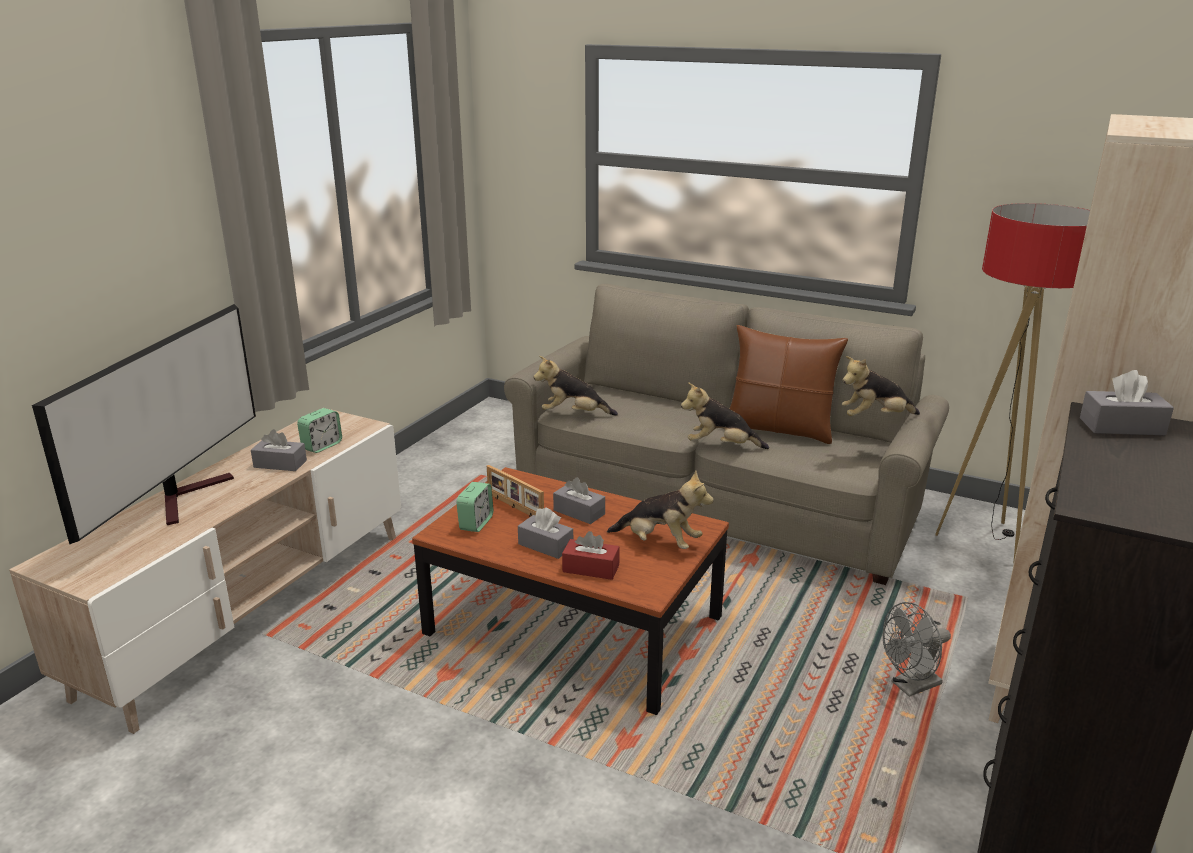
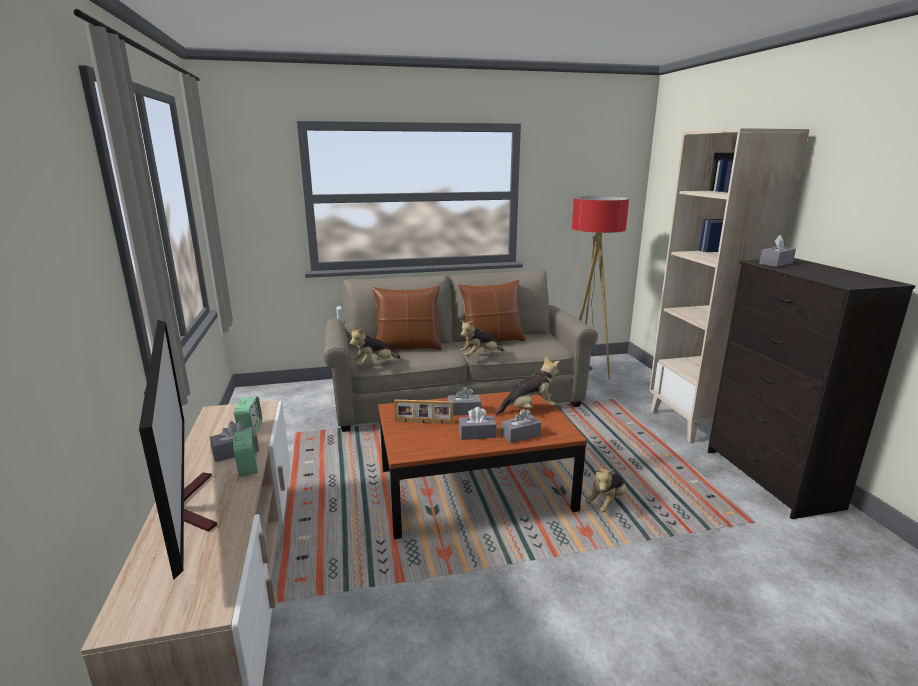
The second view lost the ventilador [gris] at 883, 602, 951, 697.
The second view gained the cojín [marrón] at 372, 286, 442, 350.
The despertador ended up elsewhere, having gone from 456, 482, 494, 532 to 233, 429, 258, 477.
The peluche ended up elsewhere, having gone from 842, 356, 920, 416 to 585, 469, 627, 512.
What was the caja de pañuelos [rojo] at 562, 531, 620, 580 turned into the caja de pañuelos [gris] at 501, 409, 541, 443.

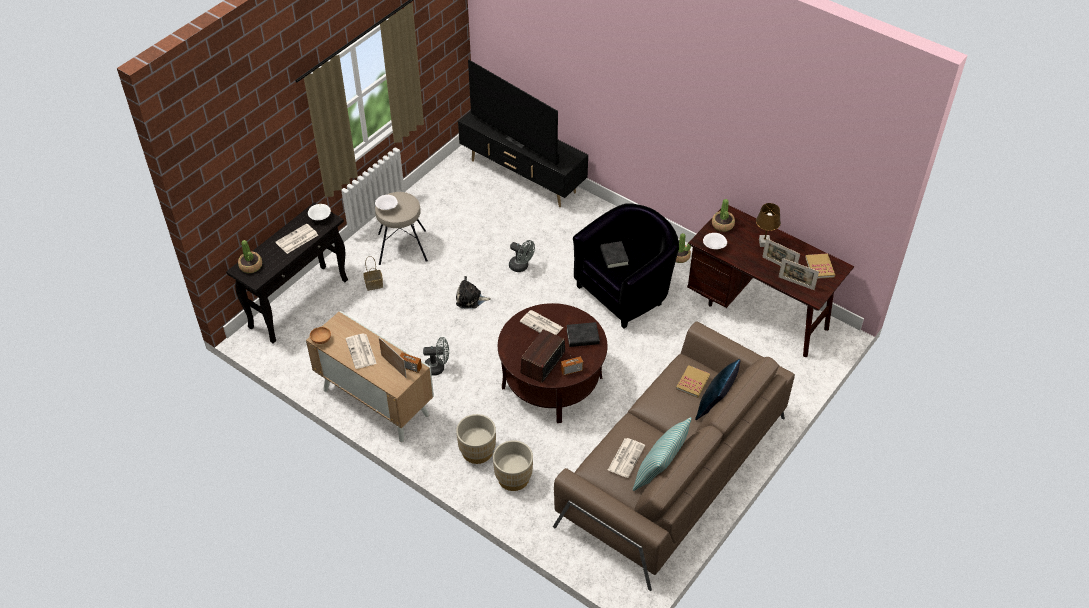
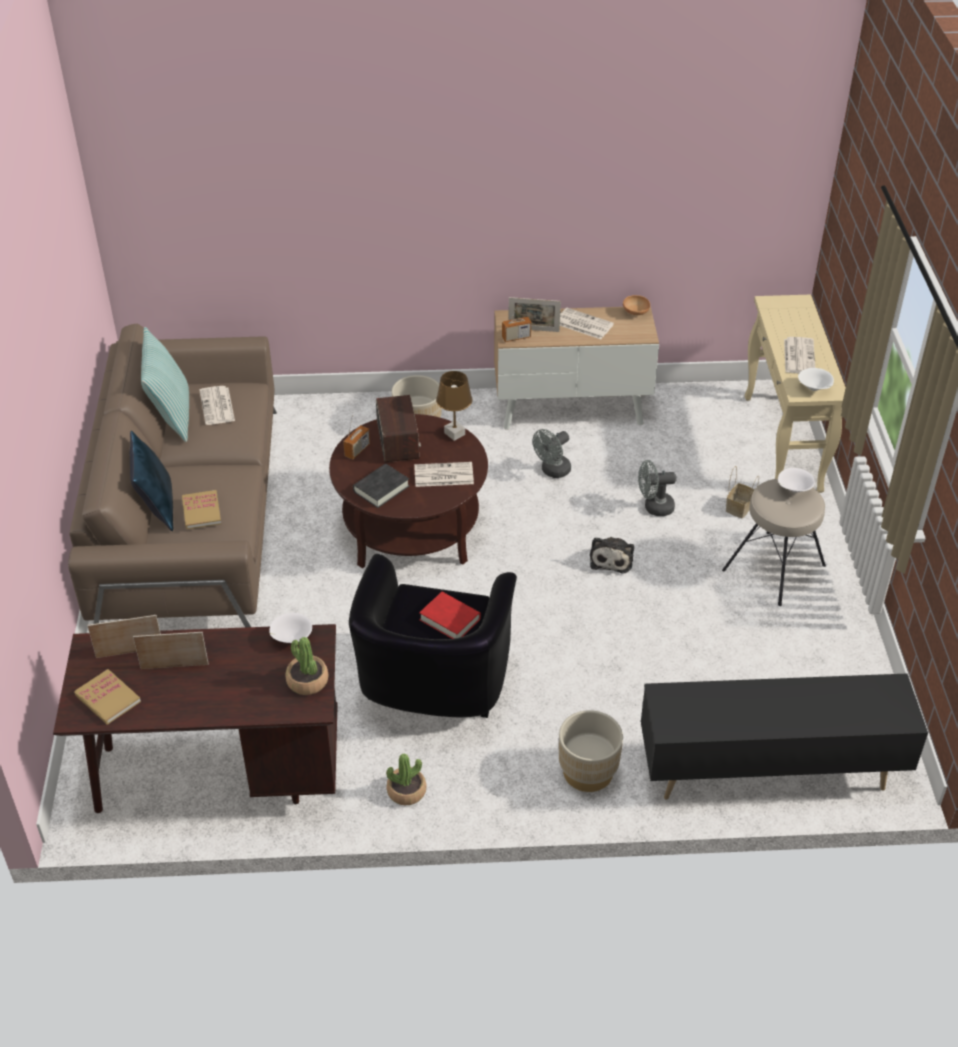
The second view lost the planta en maceta at 238, 240, 262, 273.
The second view lost the televisor at 468, 59, 559, 165.
The maceta [beis] ended up elsewhere, having gone from 493, 440, 533, 491 to 559, 710, 623, 792.
The ventilador [gris] ended up elsewhere, having gone from 509, 240, 535, 272 to 638, 460, 676, 516.
The lámpara de mesa [marrón] ended up elsewhere, having gone from 756, 203, 781, 247 to 436, 371, 472, 441.
What was the mesa consola [negro] at 226, 202, 348, 344 turned into the mesa consola [beis] at 745, 295, 846, 493.
What was the libro [negro] at 600, 241, 629, 269 turned into the libro [rojo] at 419, 592, 481, 639.
The peluche at 456, 276, 491, 309 ended up facing another way, 135 degrees clockwise from before.

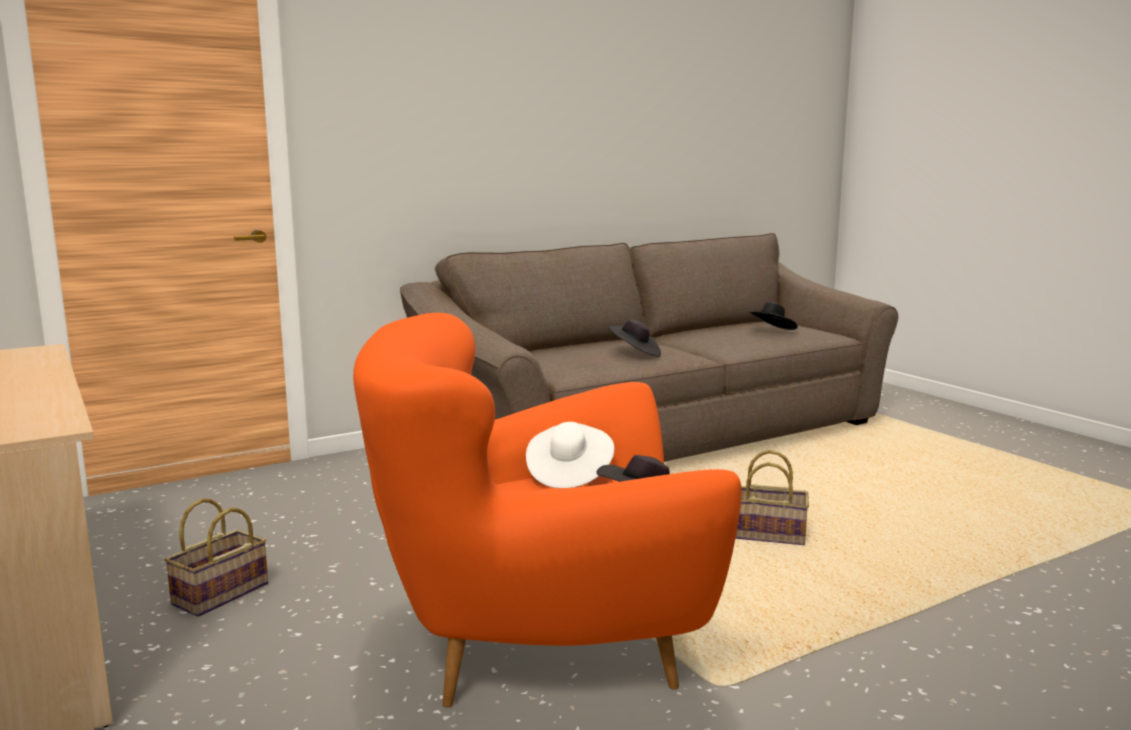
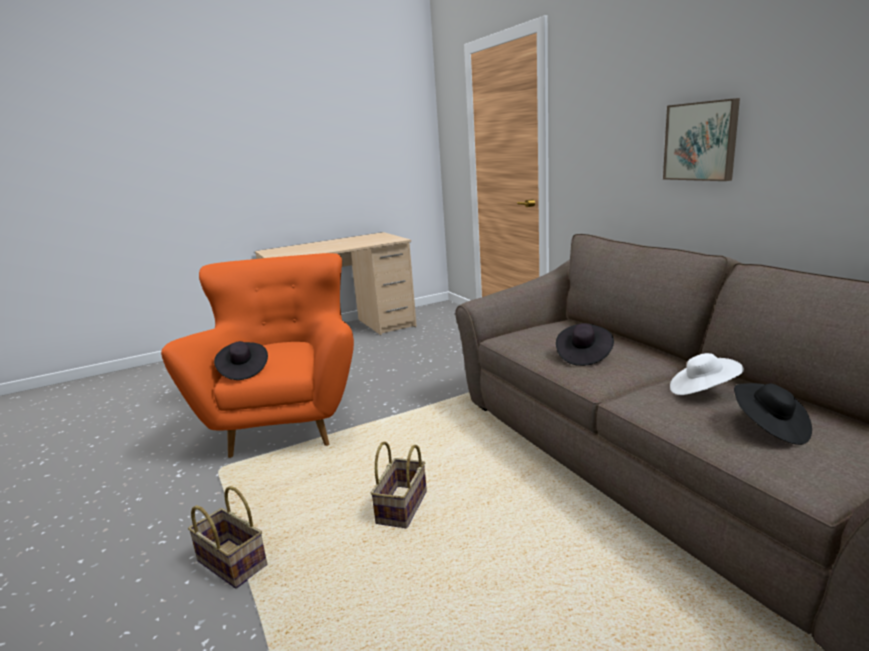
The second view gained the cuadro at 663, 98, 740, 181.
The cesta ended up elsewhere, having gone from 164, 498, 268, 617 to 188, 486, 267, 589.
The sombrero [blanco] ended up elsewhere, having gone from 526, 422, 614, 488 to 670, 353, 744, 395.

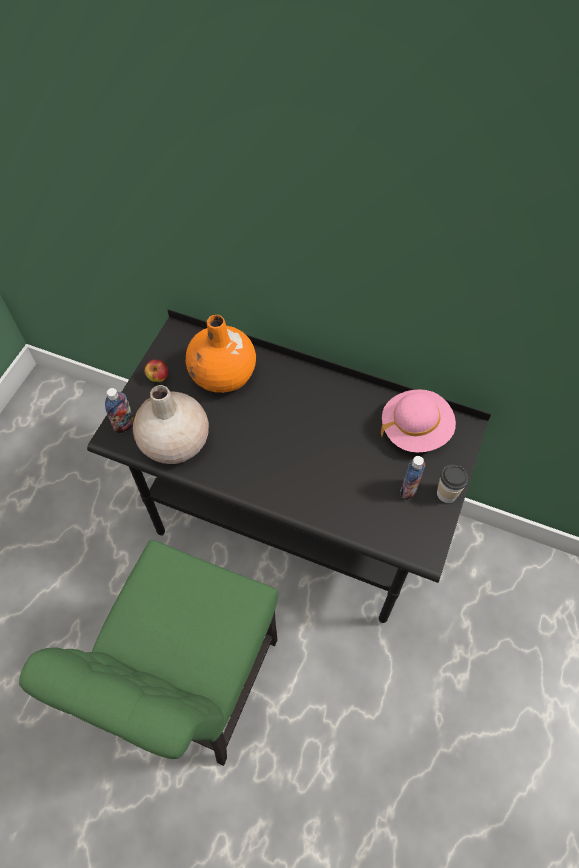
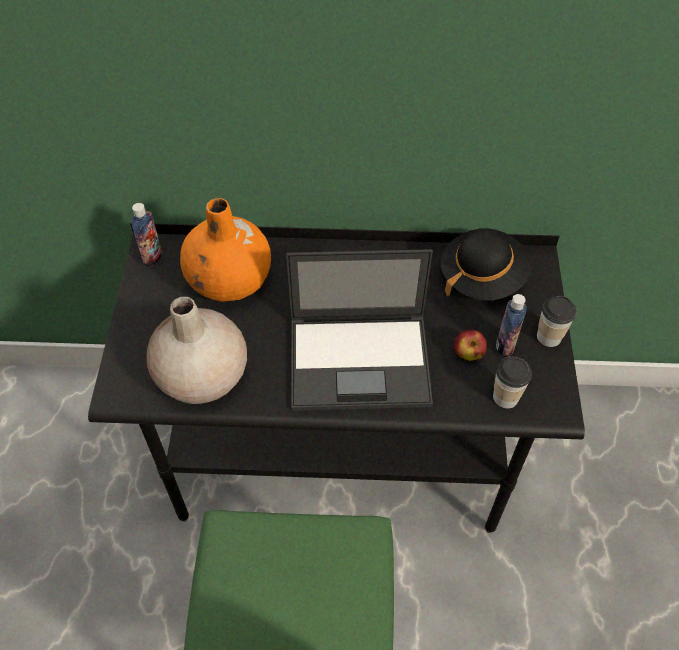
The second view gained the portátil at 286, 249, 433, 411.
The second view gained the taza at 493, 356, 532, 409.
The botella ended up elsewhere, having gone from 105, 388, 134, 434 to 131, 203, 162, 266.
The manzana ended up elsewhere, having gone from 144, 359, 168, 382 to 454, 330, 487, 361.
What was the sombrero [rosa] at 381, 389, 456, 452 turned into the sombrero [negro] at 440, 228, 532, 301.

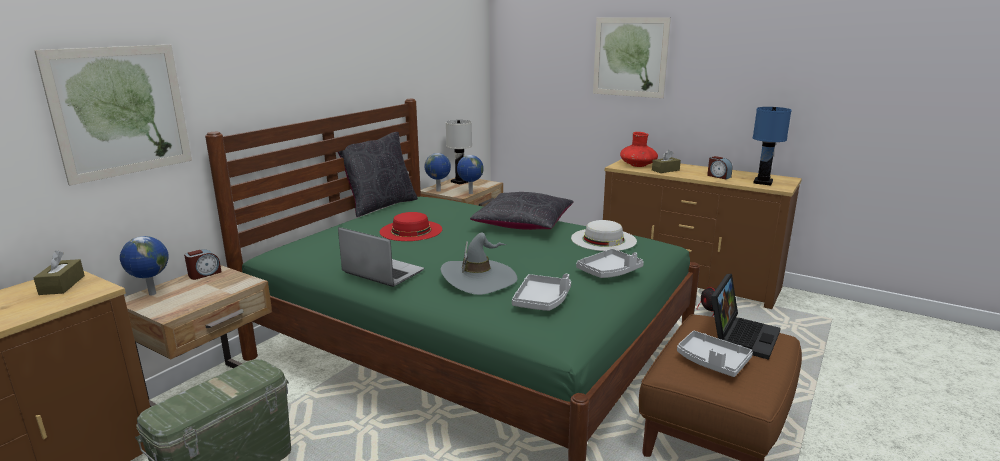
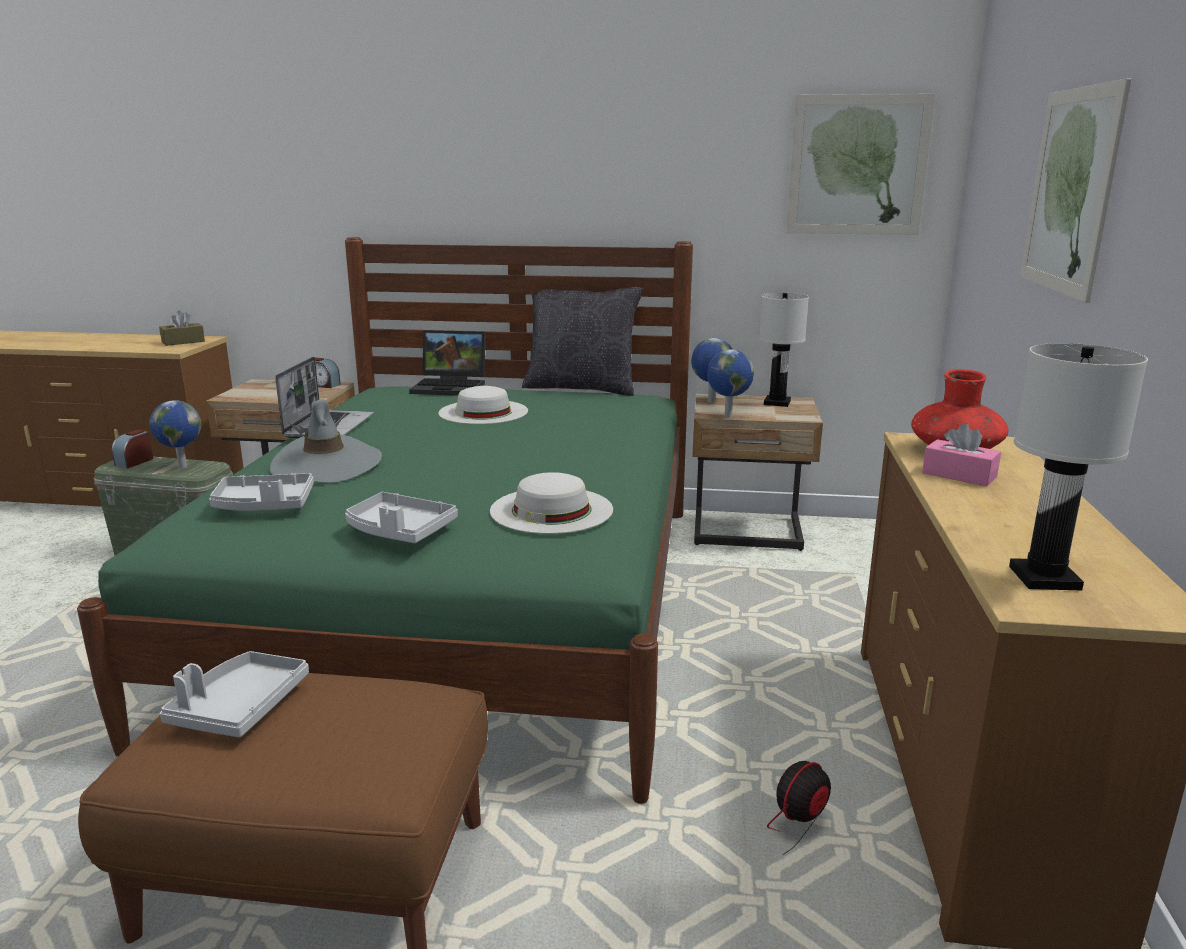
The second view lost the cojín [negro] at 470, 192, 574, 230.
The cuadro ended up elsewhere, having gone from 35, 45, 192, 185 to 786, 94, 935, 235.
The globo terráqueo ended up elsewhere, having gone from 120, 236, 169, 295 to 150, 400, 202, 468.
The despertador ended up elsewhere, having gone from 707, 156, 733, 179 to 112, 430, 153, 468.
The portátil ended up elsewhere, having gone from 711, 274, 781, 360 to 409, 330, 486, 396.
What was the sombrero [rojo] at 380, 212, 442, 241 turned into the sombrero [blanco] at 438, 386, 528, 424.
What was the caja de pañuelos [marrón] at 652, 150, 681, 173 turned into the caja de pañuelos [rosa] at 922, 423, 1001, 487.
What was the lámpara de mesa [azul] at 753, 107, 792, 185 turned into the lámpara de mesa [blanco] at 1009, 343, 1148, 590.

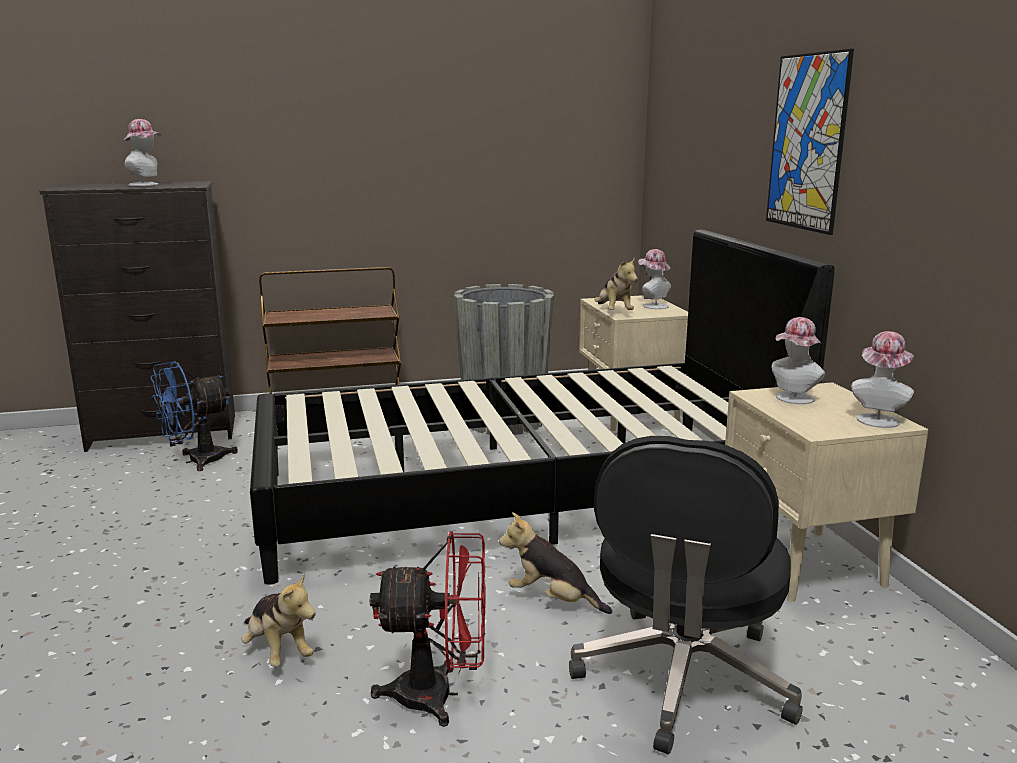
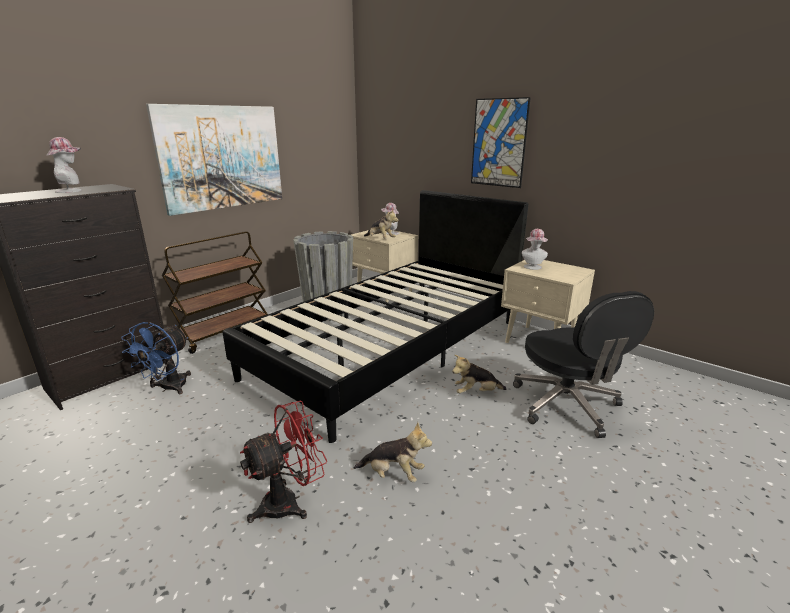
The second view lost the sombrero at 852, 331, 914, 428.
The second view gained the cuadro at 146, 104, 282, 216.
The ventilador [rojo] ended up elsewhere, having gone from 370, 531, 486, 727 to 240, 401, 327, 523.

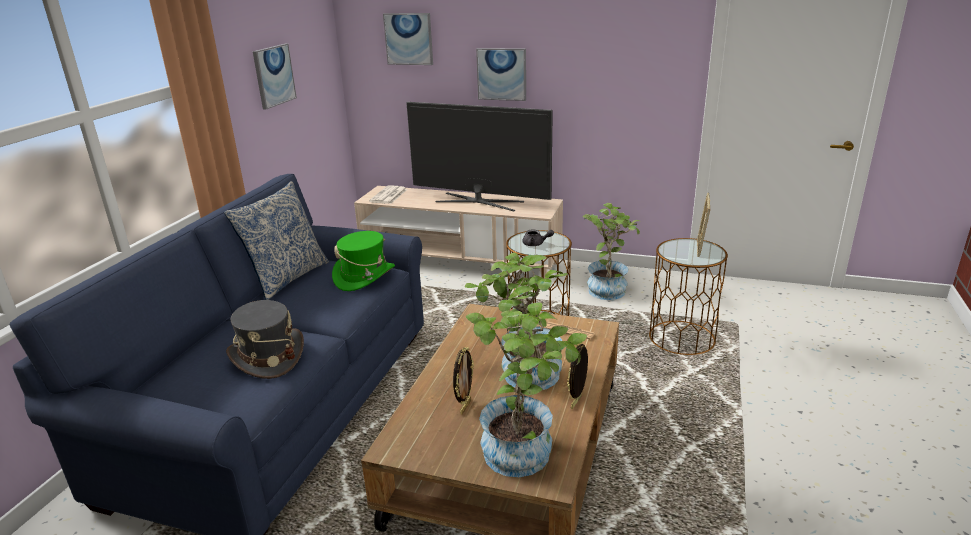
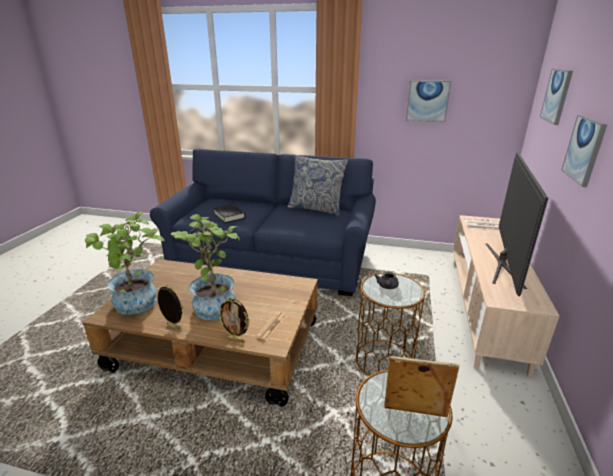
The second view lost the sombrero [verde] at 332, 231, 395, 291.
The second view lost the planta en maceta at 583, 203, 640, 300.
The portarretratos ended up elsewhere, having gone from 453, 347, 474, 415 to 217, 298, 250, 343.
Where the sombrero [gris] stood at 226, 300, 304, 379, the libro [negro] came to stand at 213, 204, 245, 223.

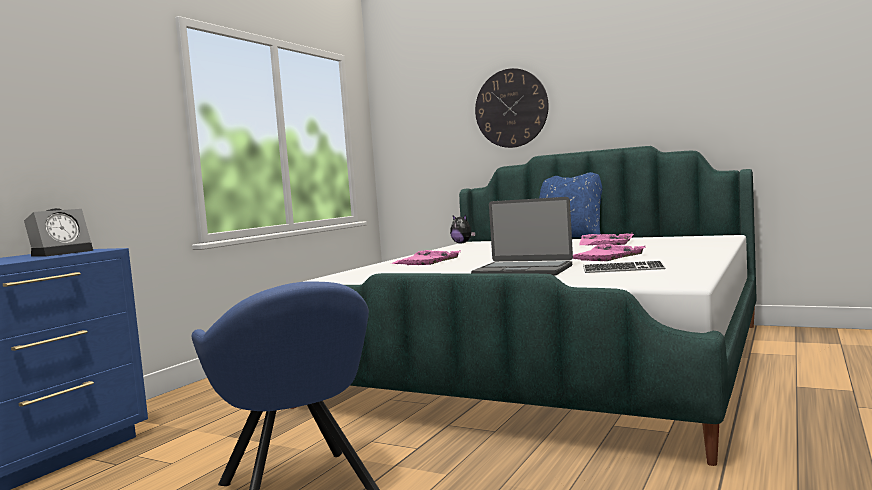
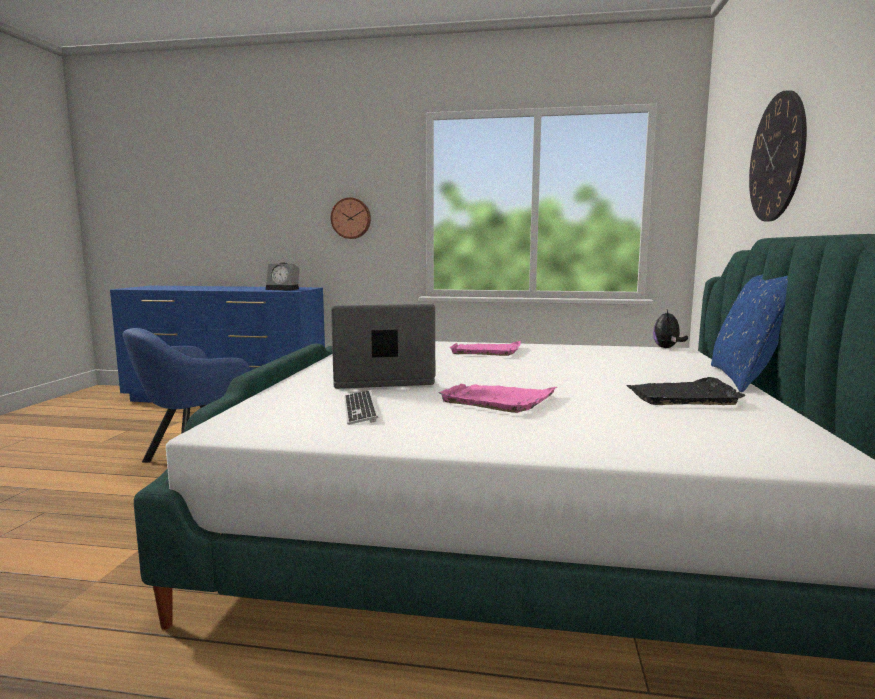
The second view gained the reloj de pared at 331, 197, 371, 239.
What was the bandeja [rosa] at 579, 232, 634, 245 turned into the bandeja [negro] at 626, 377, 746, 405.
The portátil at 471, 197, 573, 276 ended up facing another way, 75 degrees clockwise from before.

